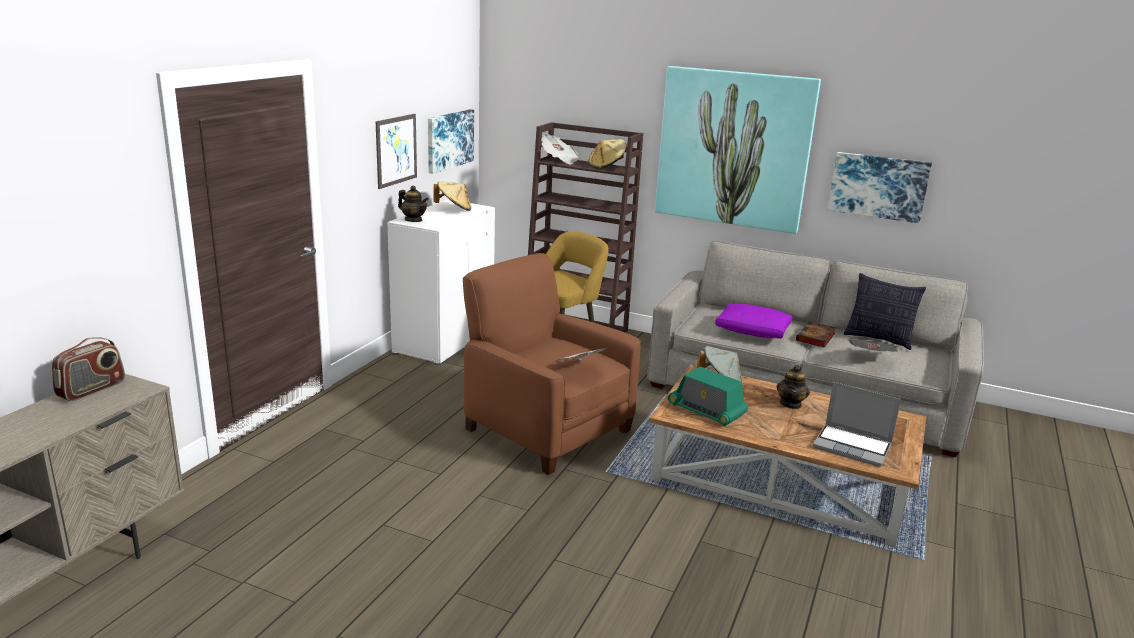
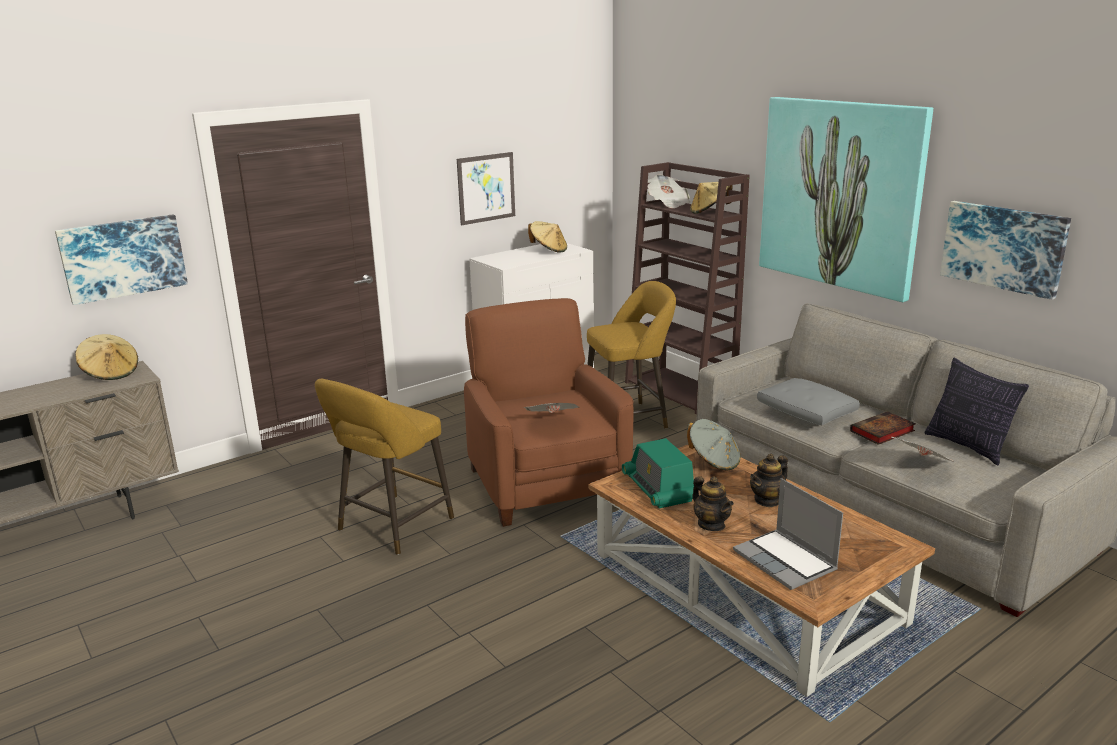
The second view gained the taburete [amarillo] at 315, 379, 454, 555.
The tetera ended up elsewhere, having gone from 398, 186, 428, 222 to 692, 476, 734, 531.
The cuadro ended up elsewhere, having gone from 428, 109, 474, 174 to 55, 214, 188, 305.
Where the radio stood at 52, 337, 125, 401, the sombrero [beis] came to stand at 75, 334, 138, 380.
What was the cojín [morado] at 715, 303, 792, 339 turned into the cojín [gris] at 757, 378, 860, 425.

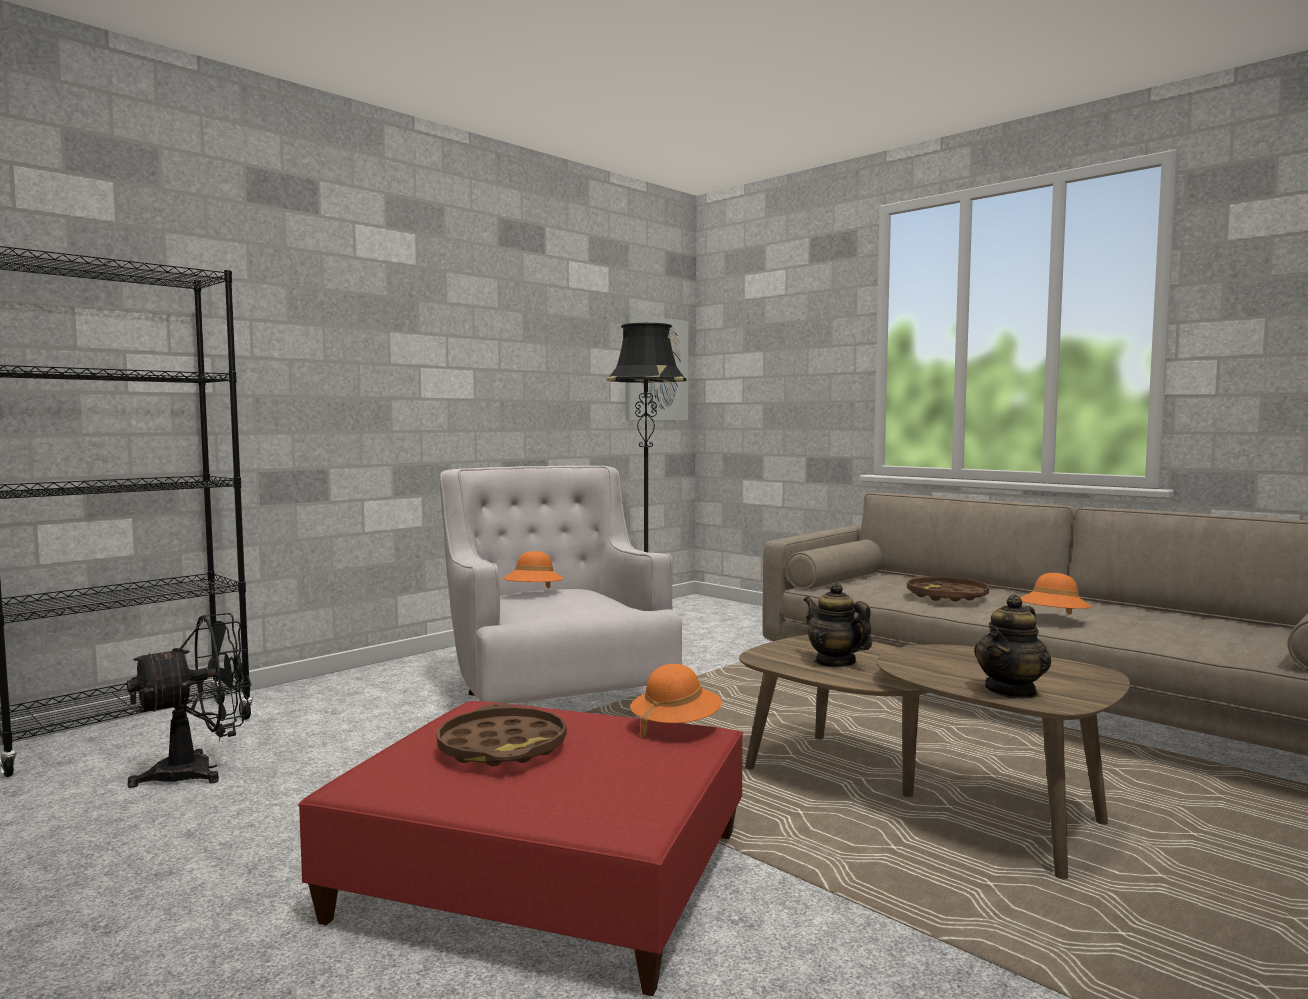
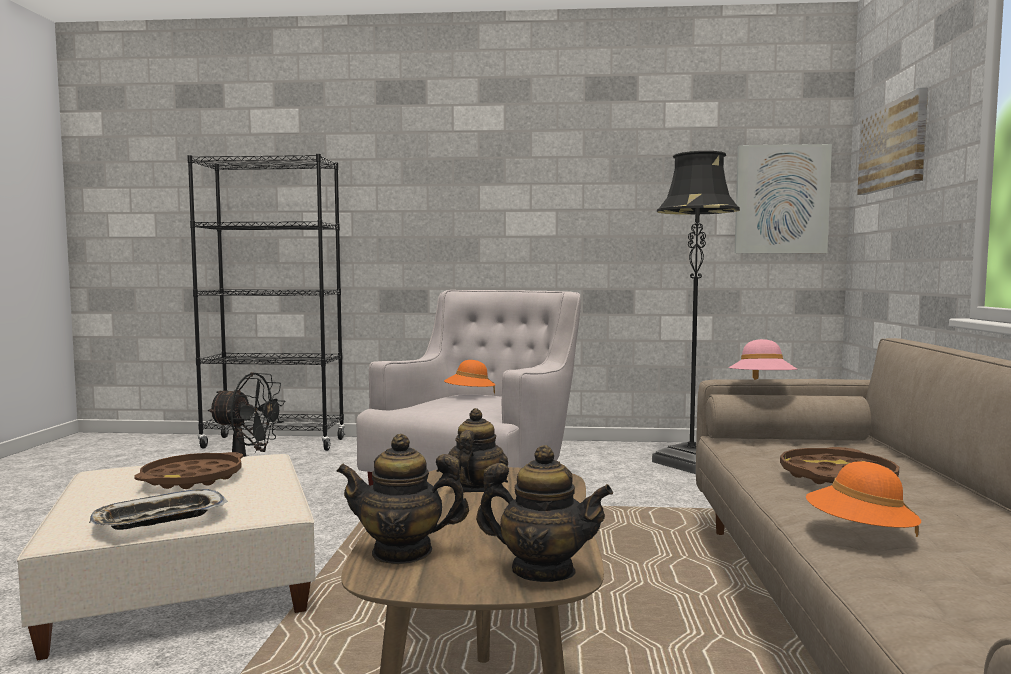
The second view lost the sombrero [naranja] at 630, 664, 722, 739.
The second view gained the bandeja at 89, 489, 228, 530.
The second view gained the tetera at 476, 445, 613, 582.
The second view gained the sombrero [rosa] at 729, 339, 797, 380.
The second view gained the cuadro at 857, 87, 928, 195.
What was the puf [rojo] at 298, 701, 743, 996 turned into the puf [beis] at 17, 454, 315, 660.

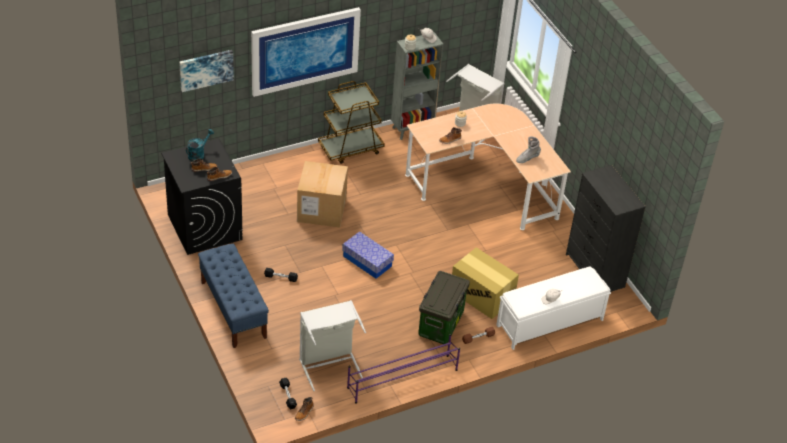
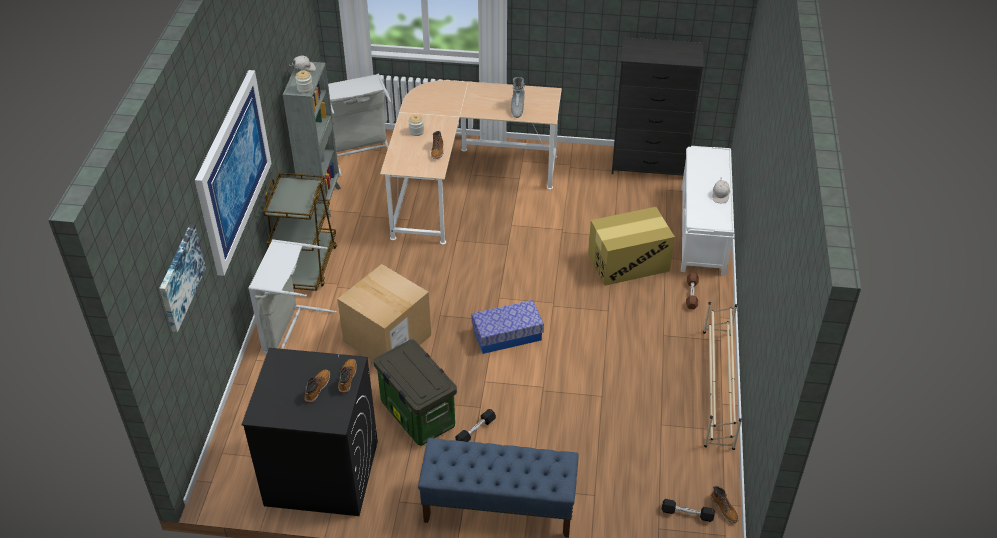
The second view lost the regadera [turquesa] at 186, 129, 214, 161.
The cesto de la ropa [gris] ended up elsewhere, having gone from 299, 300, 366, 391 to 248, 239, 337, 353.
The caja de almacenaje ended up elsewhere, having gone from 418, 271, 470, 344 to 373, 339, 457, 446.
What was the zapatero [morado] at 347, 334, 460, 404 turned into the zapatero [beis] at 703, 302, 742, 450.

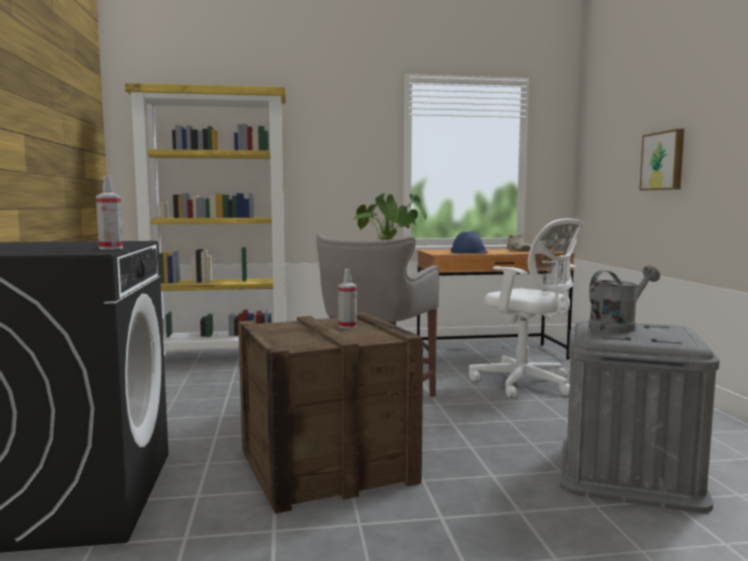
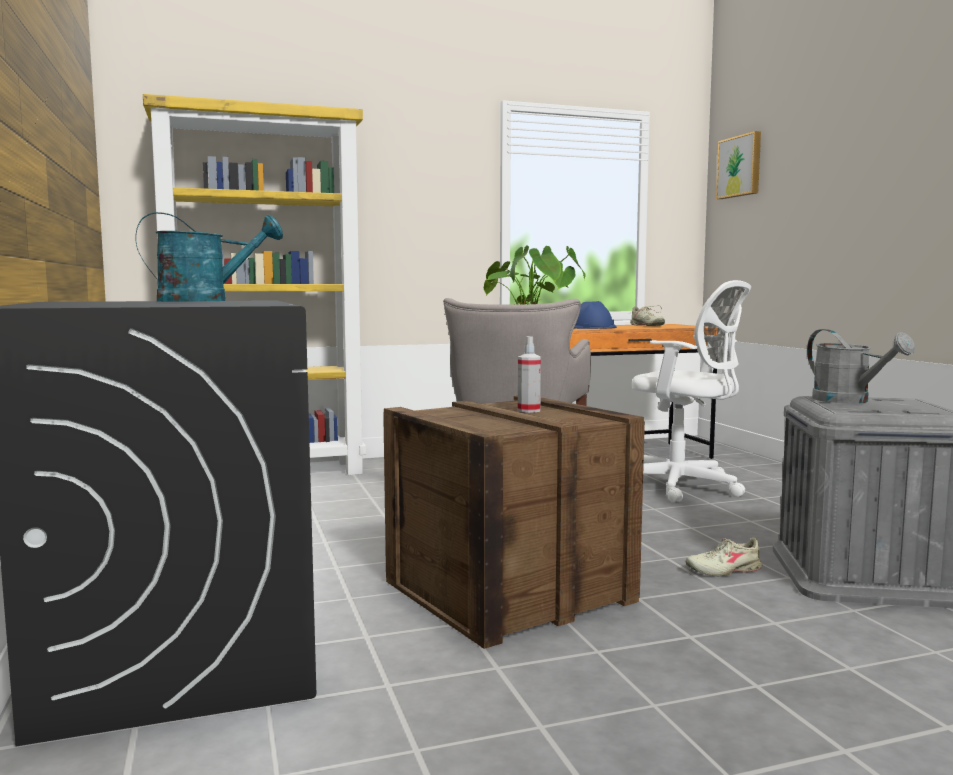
The second view lost the pulverizador at 96, 176, 123, 250.
The second view gained the regadera [turquesa] at 136, 212, 283, 302.
The second view gained the zapato [beis] at 685, 538, 762, 576.
The cuadro ended up elsewhere, having gone from 640, 129, 684, 190 to 716, 131, 761, 199.
The regadera [gris] at 589, 265, 660, 333 ended up facing another way, 105 degrees clockwise from before.

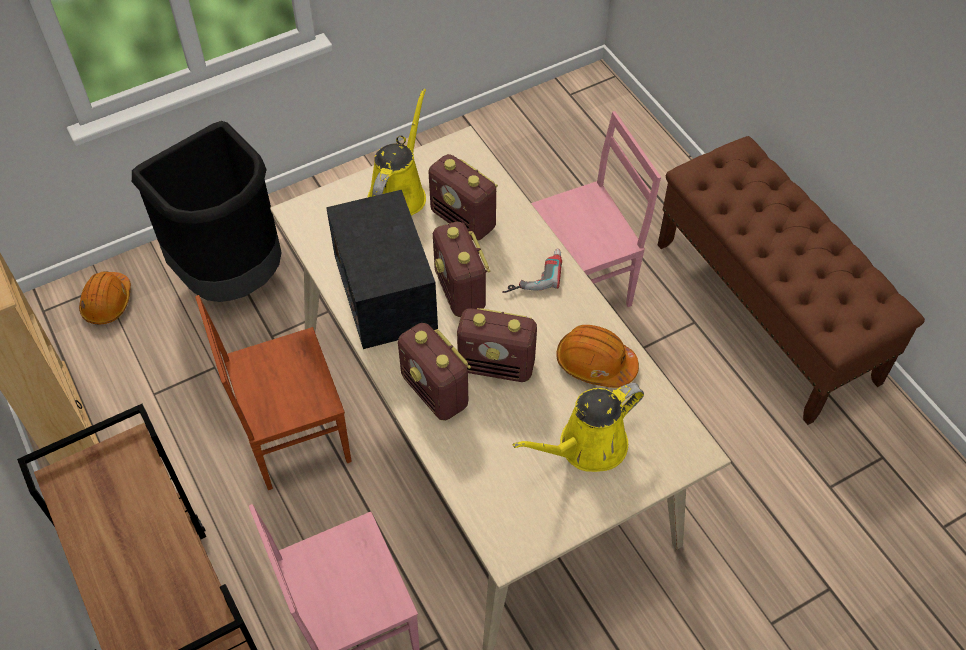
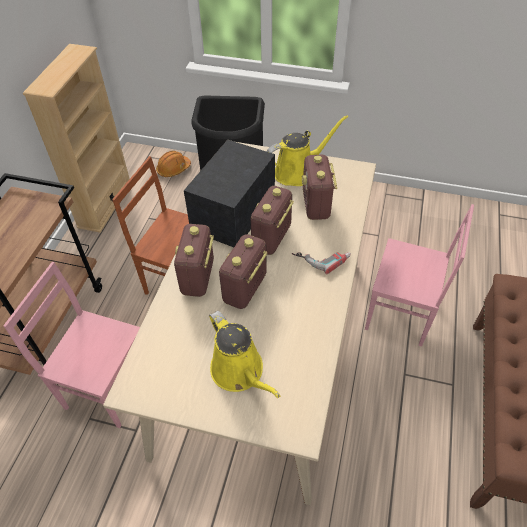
The second view lost the casco [naranja] at 556, 325, 639, 388.
The radio at 457, 308, 537, 382 ended up facing another way, 60 degrees clockwise from before.
The regadera [amarillo] at 513, 383, 644, 472 ended up facing another way, 135 degrees counterclockwise from before.

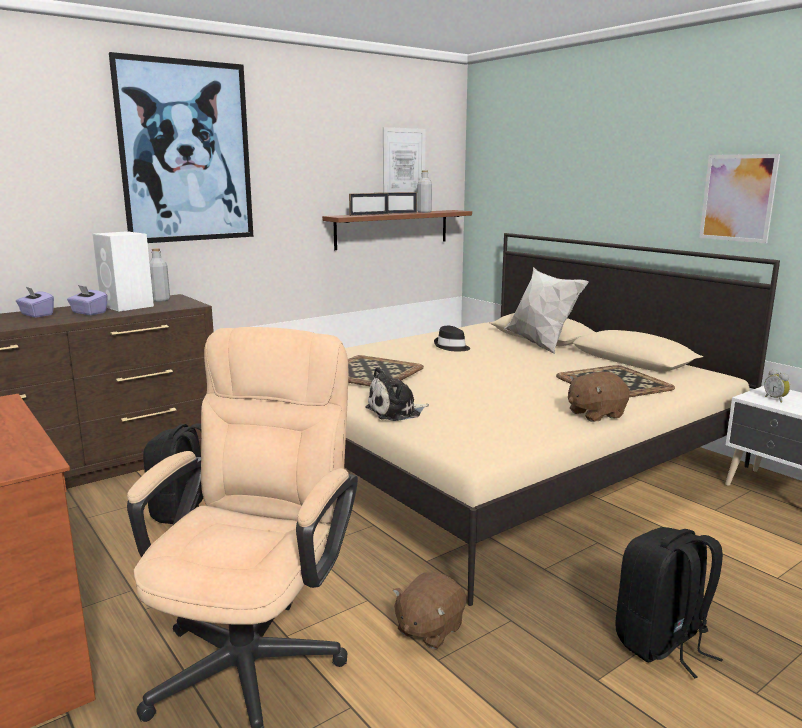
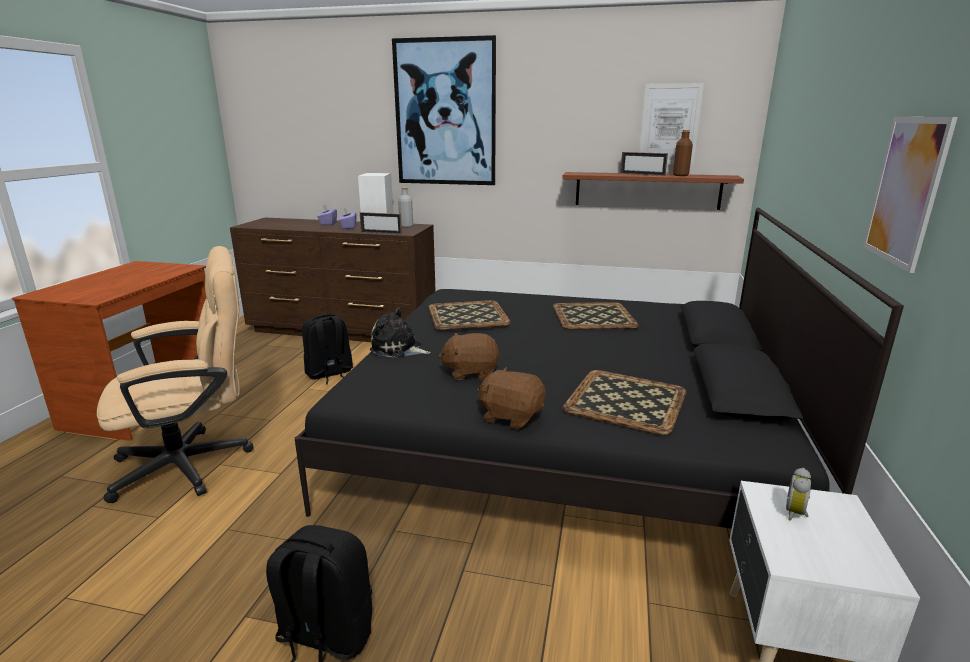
The second view lost the cojín [blanco] at 504, 267, 588, 354.
The portarretratos ended up elsewhere, having gone from 349, 193, 389, 216 to 360, 212, 402, 234.
The peluche [marrón] ended up elsewhere, having gone from 393, 572, 466, 649 to 438, 333, 500, 380.
Where the sombrero [negro] stood at 434, 326, 470, 351, the bandeja came to stand at 553, 302, 639, 330.
What was the cama [beis] at 344, 233, 780, 606 turned into the cama [negro] at 295, 208, 904, 529.
What was the botella [gris] at 417, 170, 432, 213 turned into the botella [marrón] at 673, 130, 693, 176.

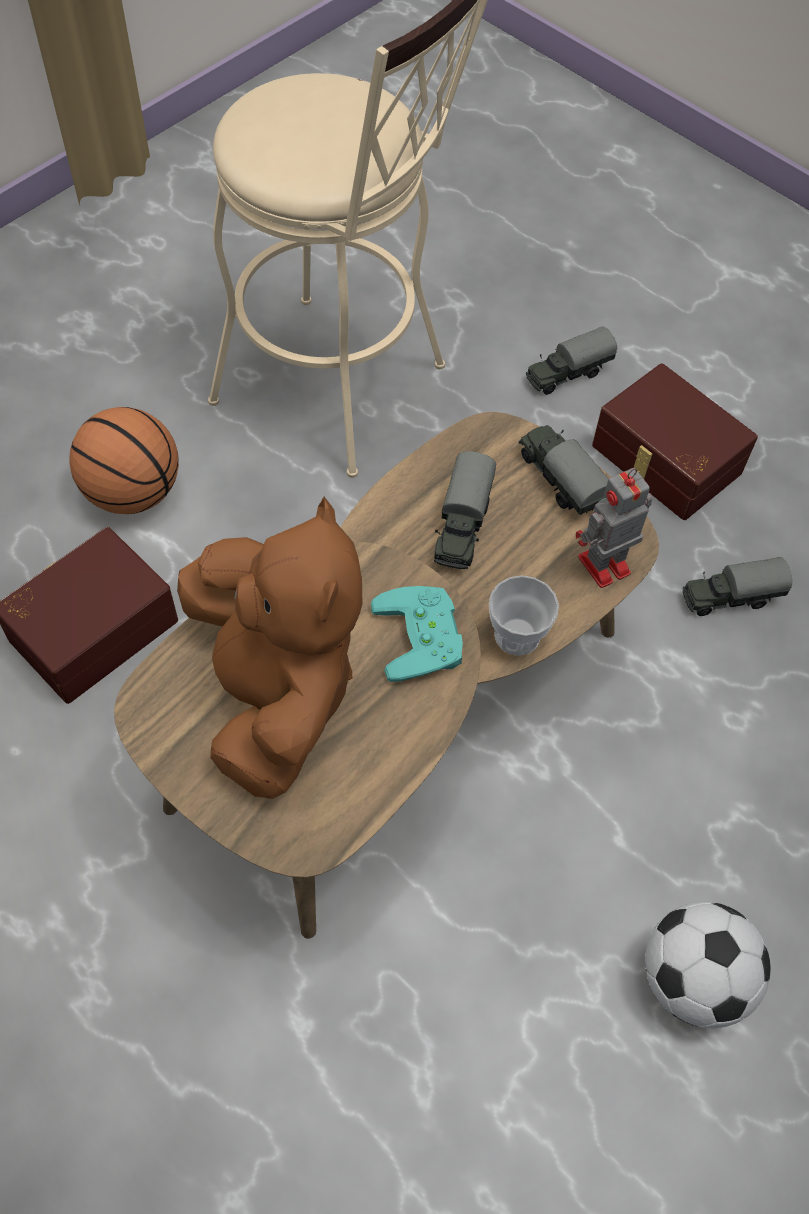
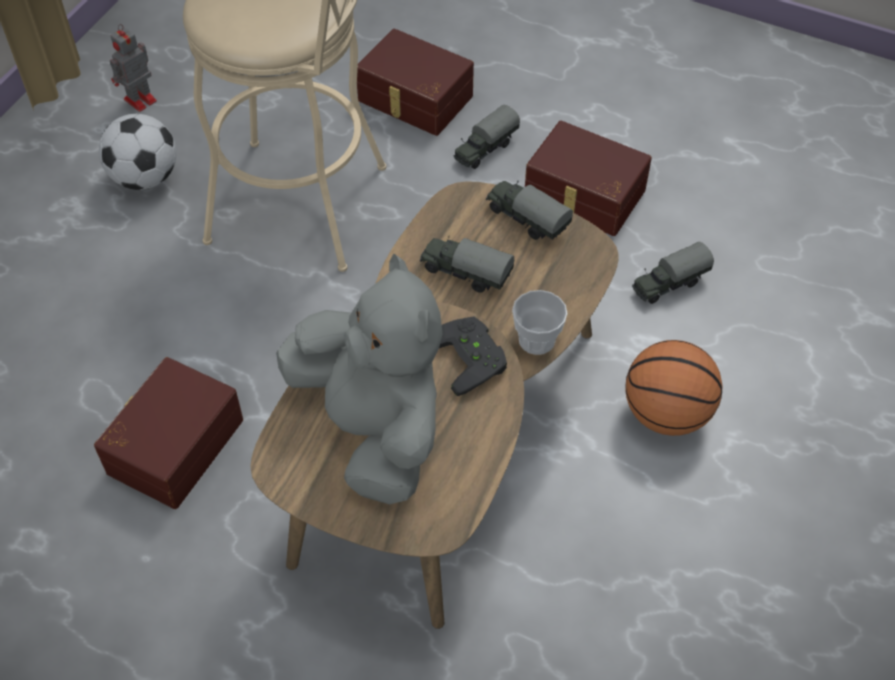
The second view gained the caja de almacenaje [marrón] at 357, 29, 474, 136.
The balón de baloncesto ended up elsewhere, having gone from 69, 407, 179, 514 to 625, 340, 722, 436.
The robot de juguete ended up elsewhere, having gone from 576, 468, 652, 588 to 110, 24, 157, 112.
The balón de fútbol ended up elsewhere, having gone from 645, 902, 771, 1028 to 99, 114, 177, 190.
What was the peluche [marrón] at 177, 497, 362, 799 turned into the peluche [gris] at 276, 253, 443, 504.
What was the mando de consola [turquesa] at 371, 586, 463, 682 turned into the mando de consola [negro] at 439, 317, 507, 396.
The camión de juguete at 434, 451, 496, 569 ended up facing another way, 120 degrees clockwise from before.

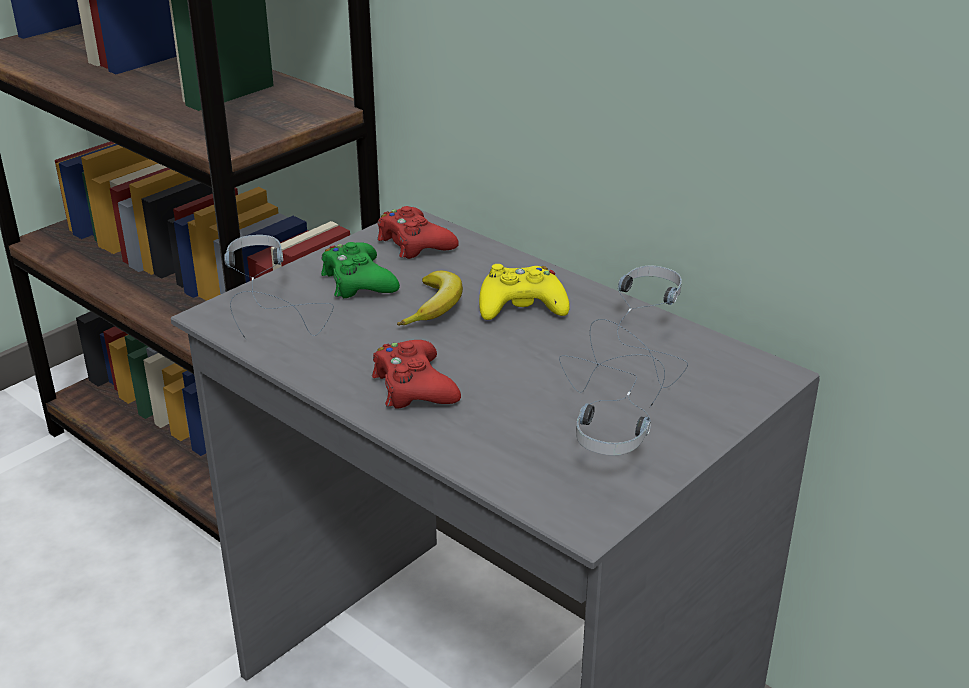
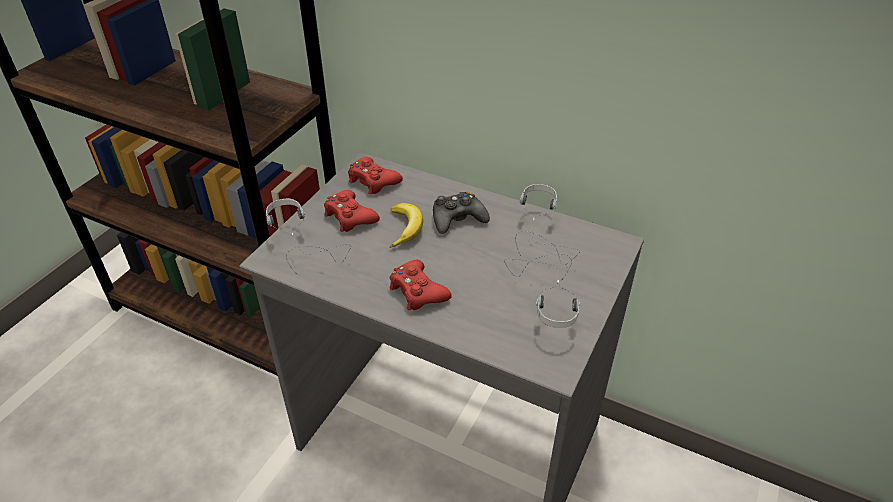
What was the mando de consola [verde] at 321, 242, 400, 298 turned into the mando de consola [rojo] at 324, 190, 380, 232.
What was the mando de consola [amarillo] at 479, 264, 570, 320 turned into the mando de consola [negro] at 433, 192, 490, 234.

